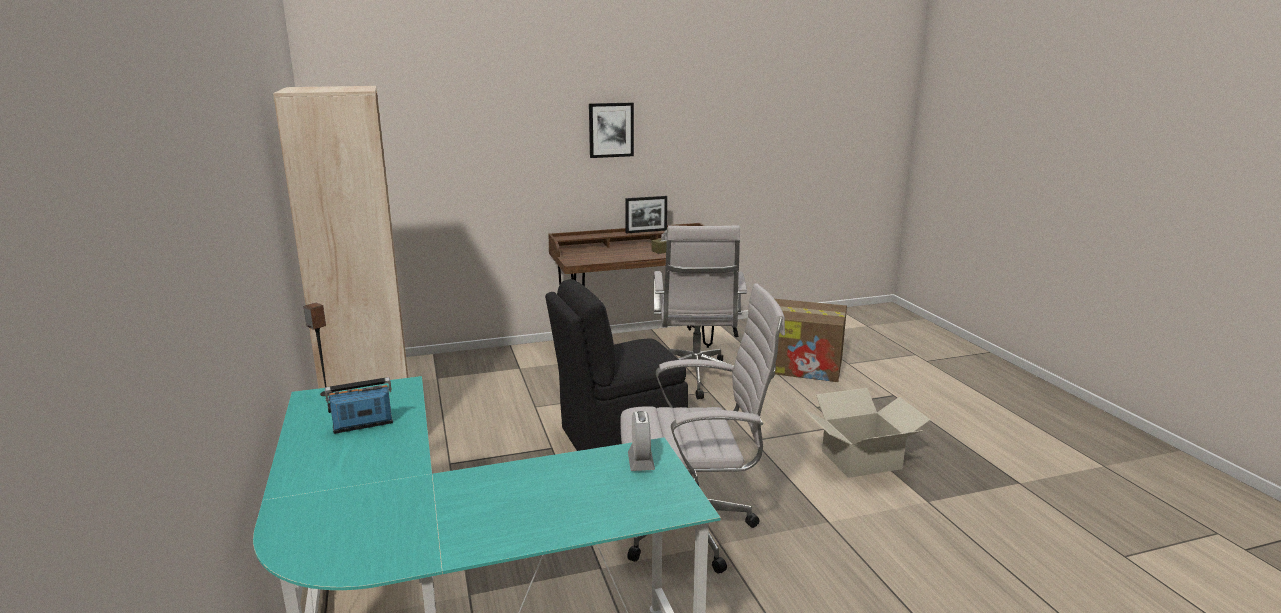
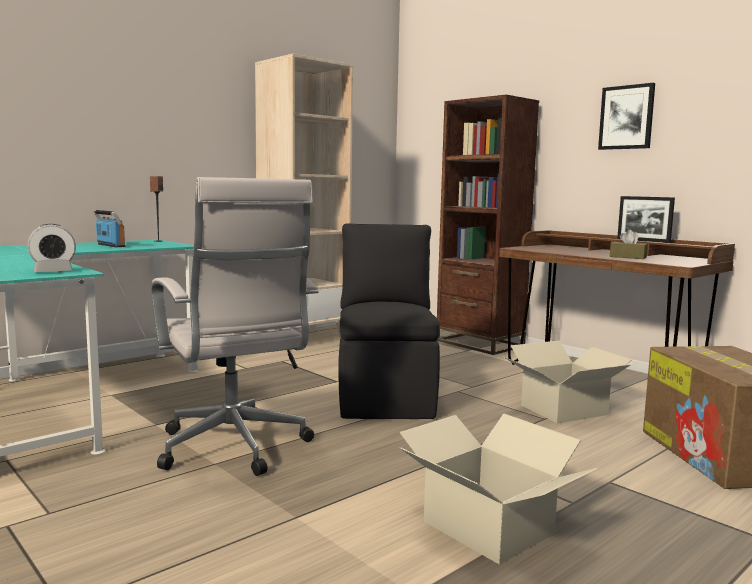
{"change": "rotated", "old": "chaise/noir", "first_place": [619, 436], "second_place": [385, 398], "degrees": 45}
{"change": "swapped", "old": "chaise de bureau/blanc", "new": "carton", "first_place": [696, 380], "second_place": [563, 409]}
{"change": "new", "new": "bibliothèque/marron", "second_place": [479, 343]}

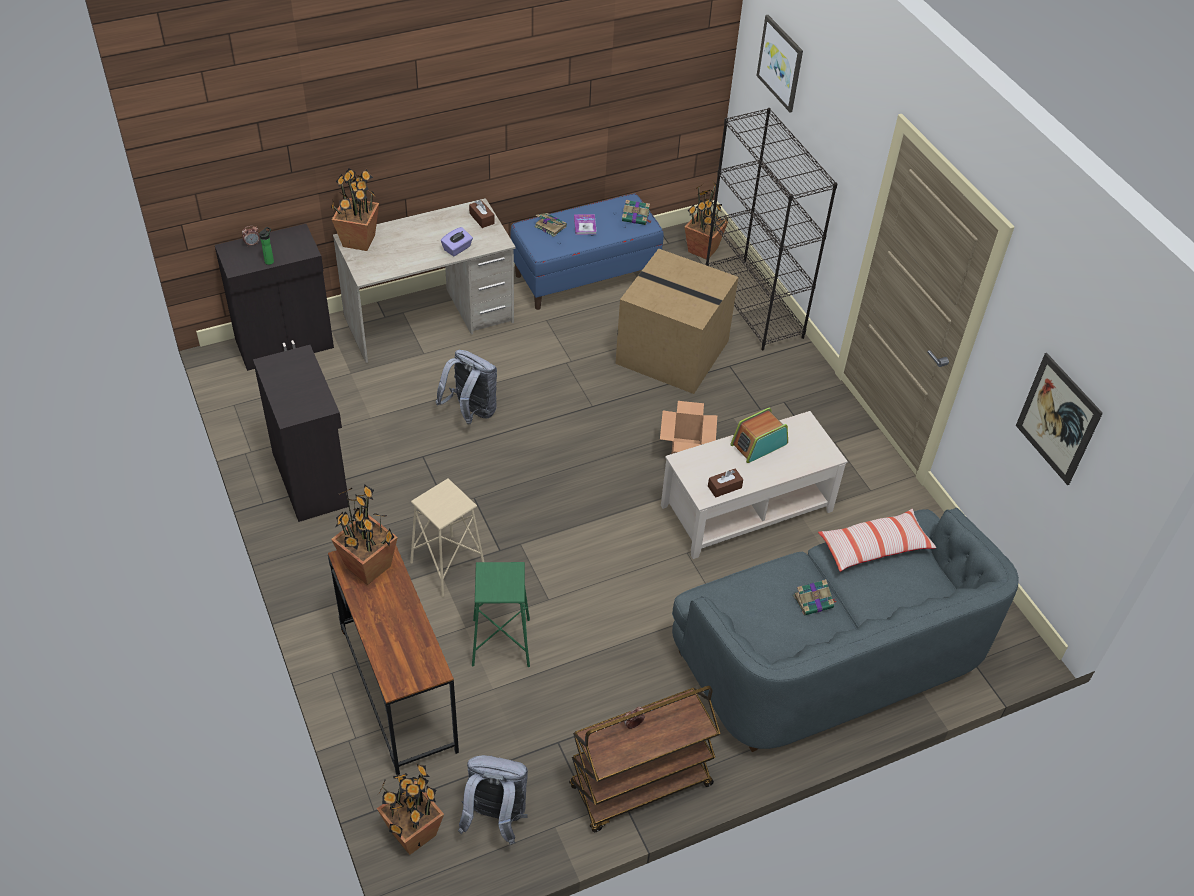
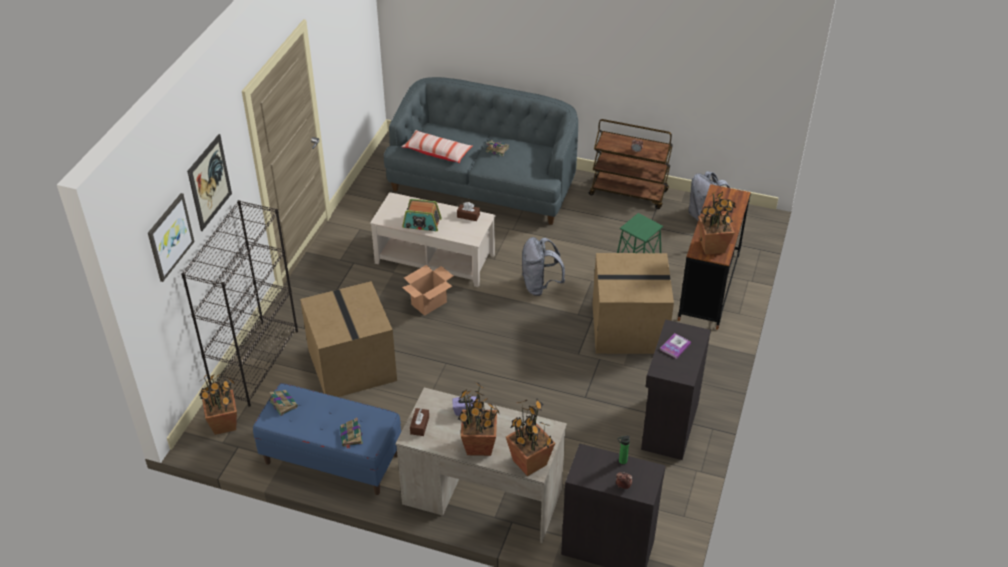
{"change": "shifted", "old": "plante en pot", "first_place": [412, 833], "second_place": [479, 446]}
{"change": "swapped", "old": "tabouret/beige", "new": "carton", "first_place": [447, 566], "second_place": [630, 327]}
{"change": "shifted", "old": "sac à dos/gris", "first_place": [471, 412], "second_place": [540, 286]}
{"change": "shifted", "old": "livre", "first_place": [585, 225], "second_place": [675, 346]}
{"change": "shifted", "old": "tableau", "first_place": [1058, 419], "second_place": [209, 182]}

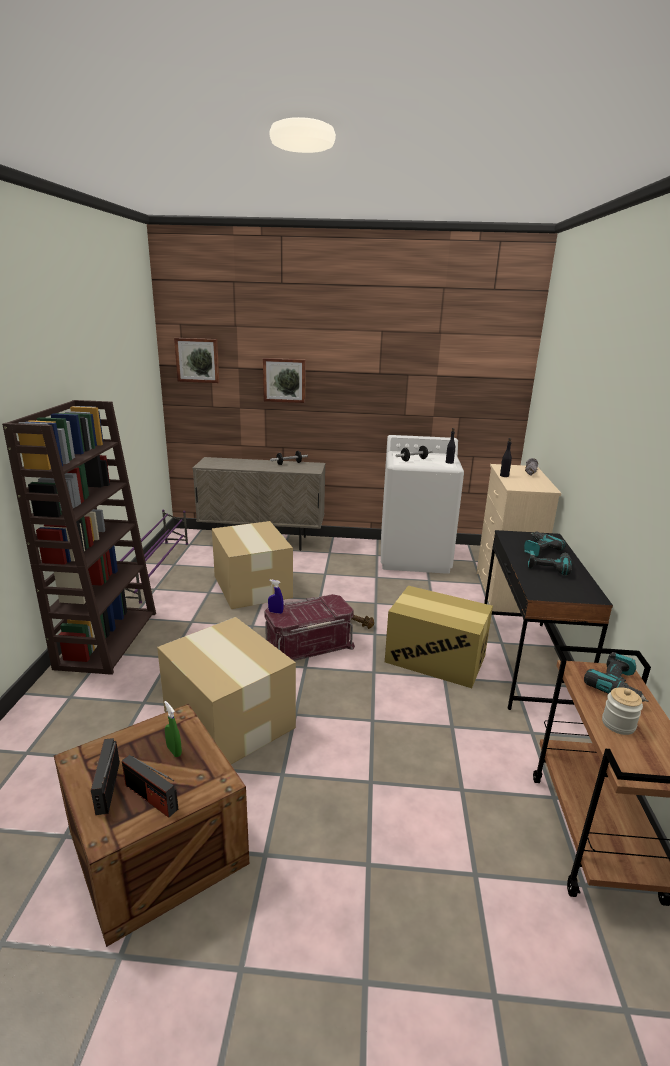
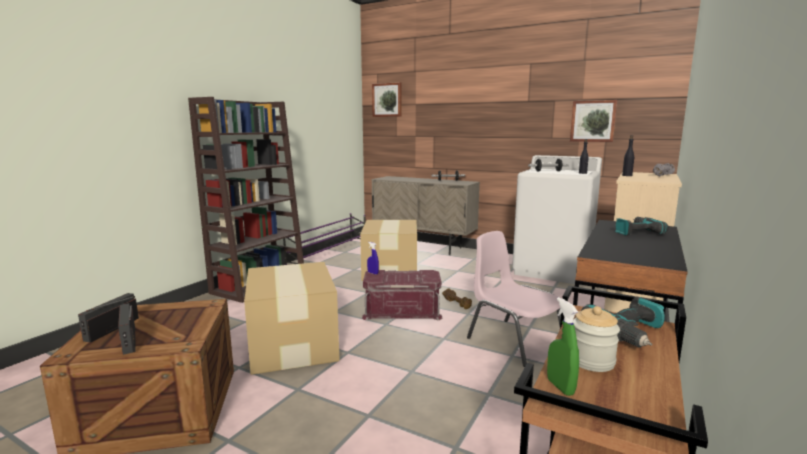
{"change": "shifted", "old": "vaporisateur/vert", "first_place": [174, 751], "second_place": [560, 387]}
{"change": "shifted", "old": "tableau", "first_place": [284, 380], "second_place": [593, 121]}
{"change": "swapped", "old": "carton", "new": "chaise/rose", "first_place": [435, 658], "second_place": [514, 340]}
{"change": "gone", "old": "perceuse", "first_place": [548, 566]}

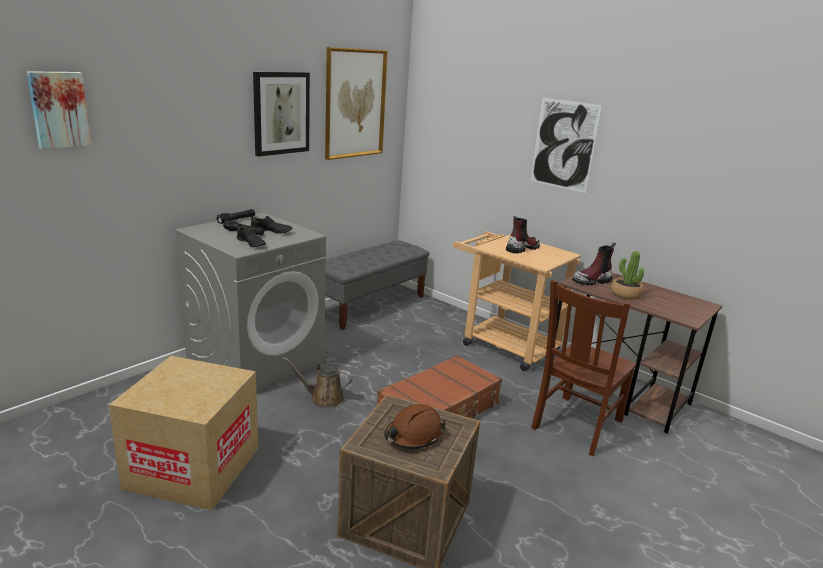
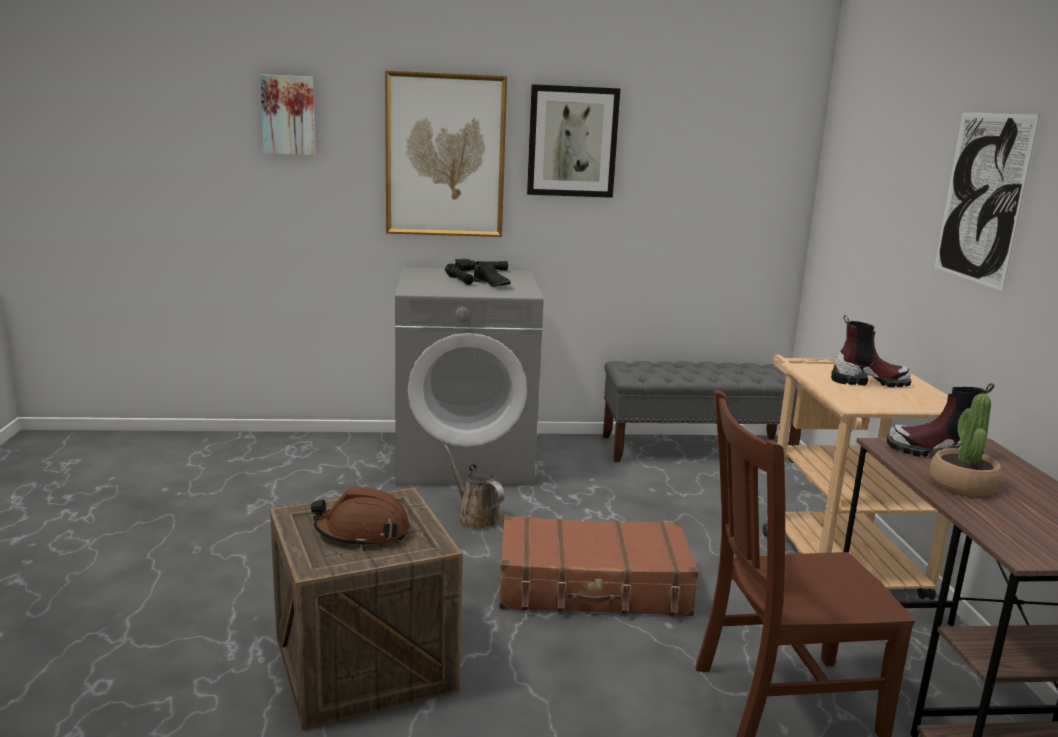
{"change": "gone", "old": "carton", "first_place": [193, 467]}
{"change": "gone", "old": "chaussure/noir", "first_place": [251, 243]}
{"change": "shifted", "old": "tableau", "first_place": [355, 103], "second_place": [445, 155]}

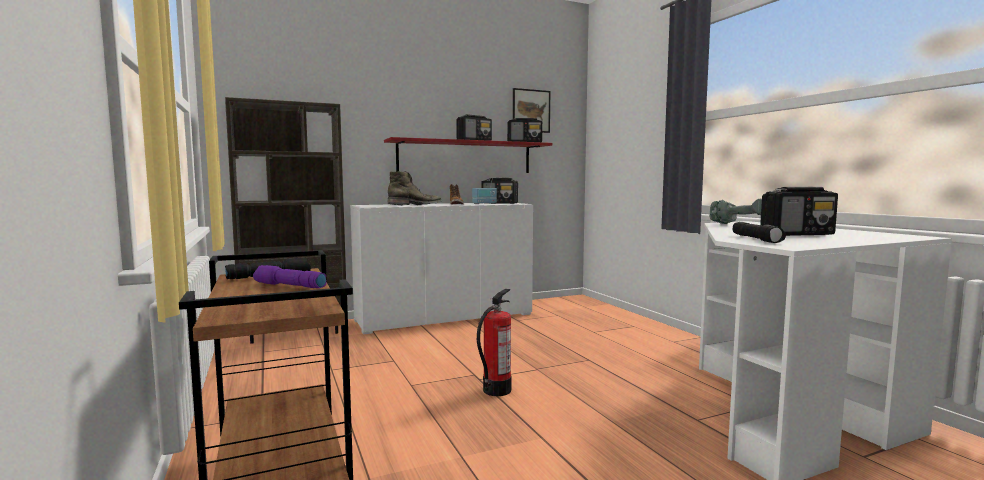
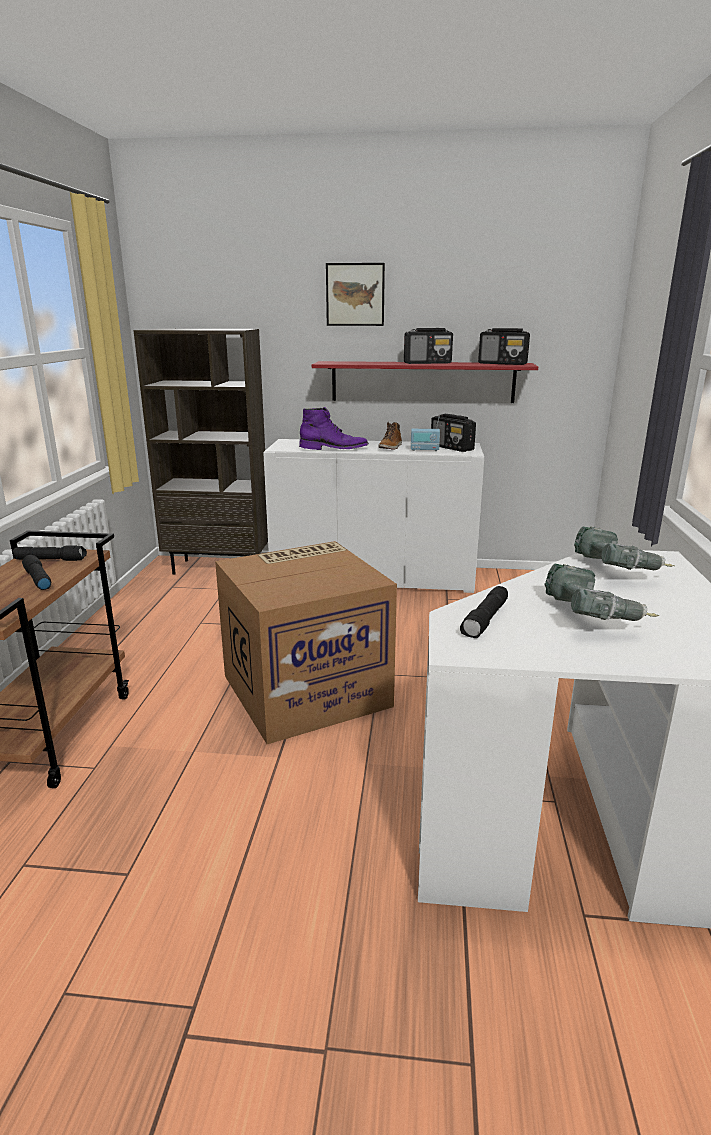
{"change": "repainted", "old": "lampe de poche/violet", "new": "lampe de poche/noir", "first_place": [289, 286], "second_place": [37, 579]}
{"change": "repainted", "old": "botte/vert", "new": "botte/violet", "first_place": [416, 205], "second_place": [334, 449]}
{"change": "swapped", "old": "extincteur", "new": "carton", "first_place": [496, 390], "second_place": [307, 689]}
{"change": "shifted", "old": "tableau", "first_place": [531, 111], "second_place": [355, 294]}
{"change": "swapped", "old": "radio", "new": "perceuse", "first_place": [797, 234], "second_place": [592, 617]}

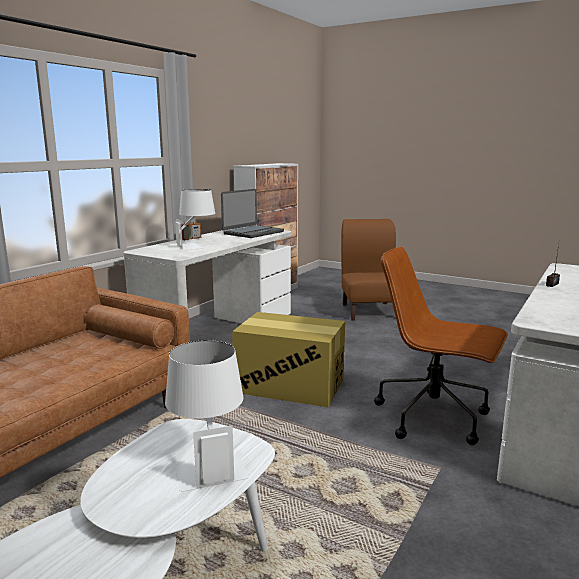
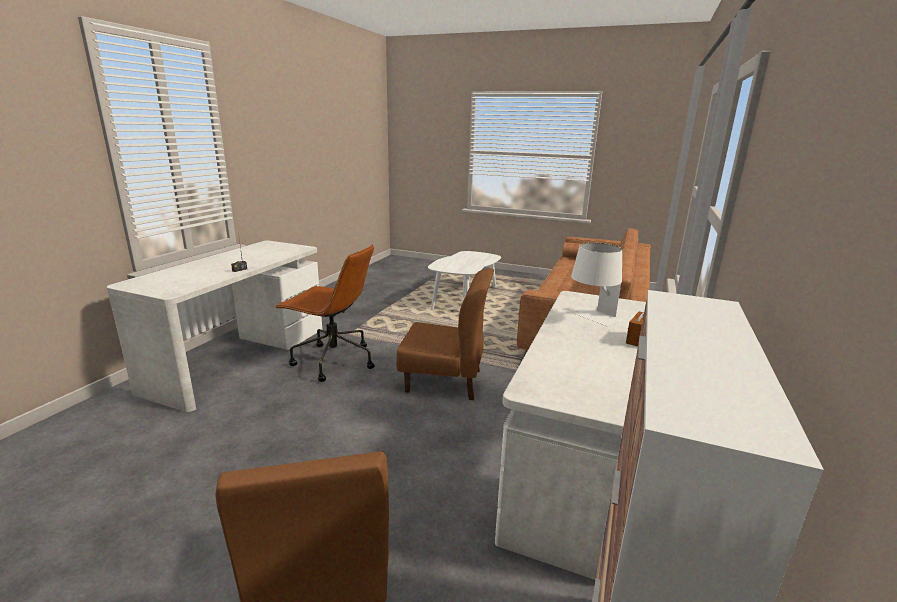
{"change": "gone", "old": "lampe de table/blanc", "first_place": [208, 464]}
{"change": "gone", "old": "ordinateur portable", "first_place": [253, 233]}
{"change": "swapped", "old": "carton", "new": "chaise/marron", "first_place": [289, 385], "second_place": [444, 381]}

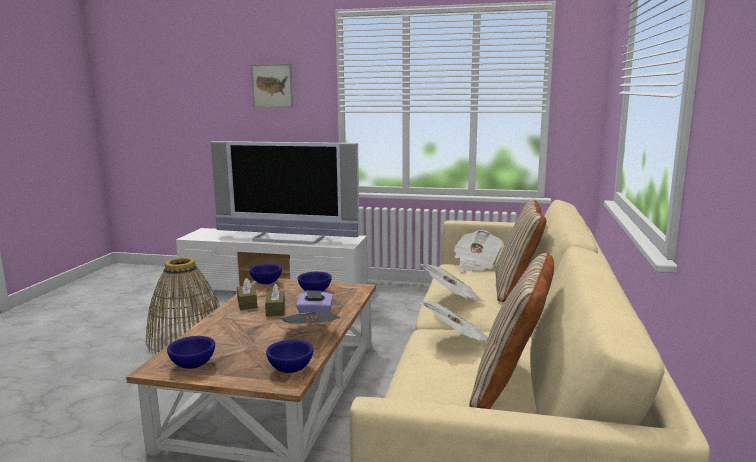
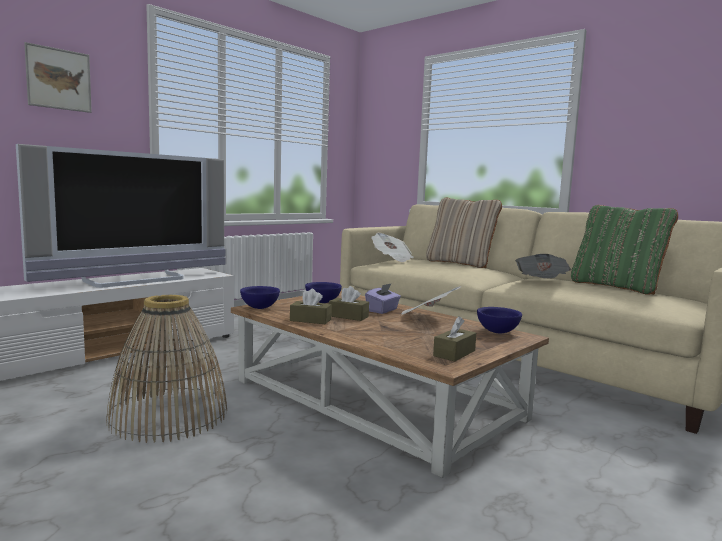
{"change": "swapped", "old": "bol/bleu", "new": "boîte à mouchoirs/marron", "first_place": [193, 365], "second_place": [454, 353]}
{"change": "gone", "old": "journal", "first_place": [452, 298]}
{"change": "repainted", "old": "coussin/beige", "new": "coussin/vert", "first_place": [511, 386], "second_place": [616, 287]}

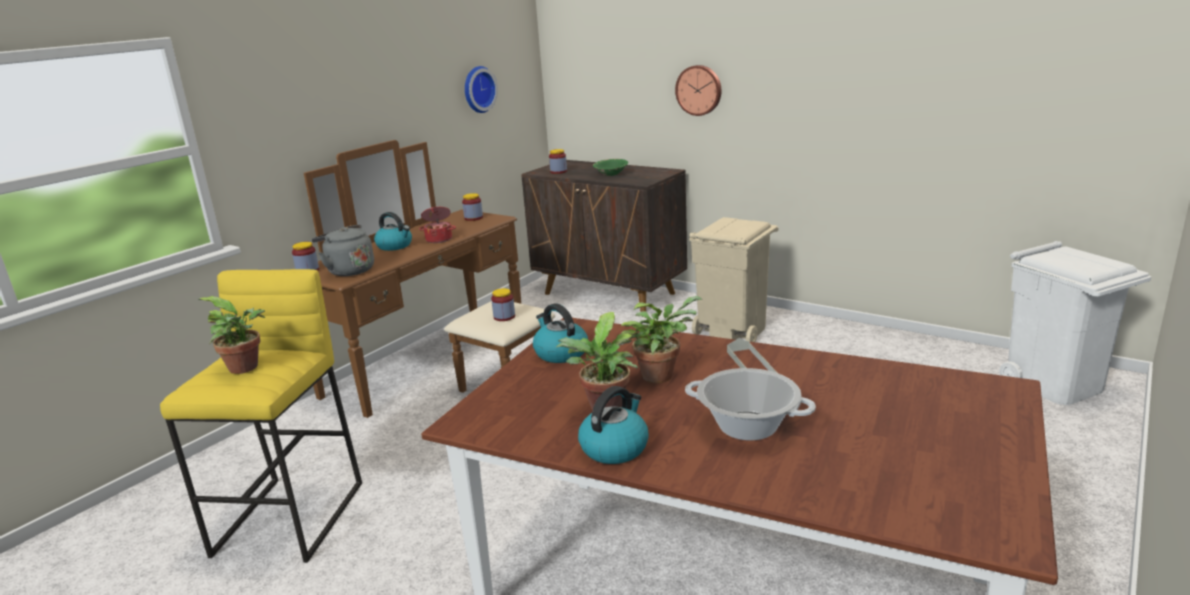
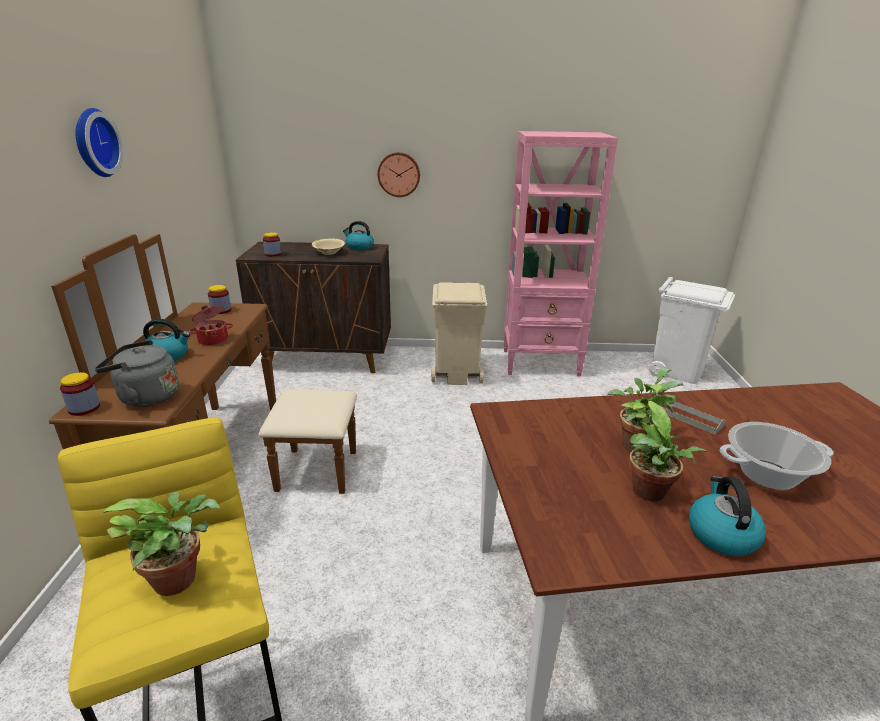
{"change": "shifted", "old": "horloge murale", "first_place": [477, 89], "second_place": [93, 143]}
{"change": "gone", "old": "bocal", "first_place": [504, 317]}
{"change": "shifted", "old": "bouilloire", "first_place": [560, 353], "second_place": [359, 247]}
{"change": "repainted", "old": "bol/vert", "new": "bol/beige", "first_place": [611, 174], "second_place": [329, 253]}
{"change": "new", "new": "bibliothèque/rose", "second_place": [541, 363]}

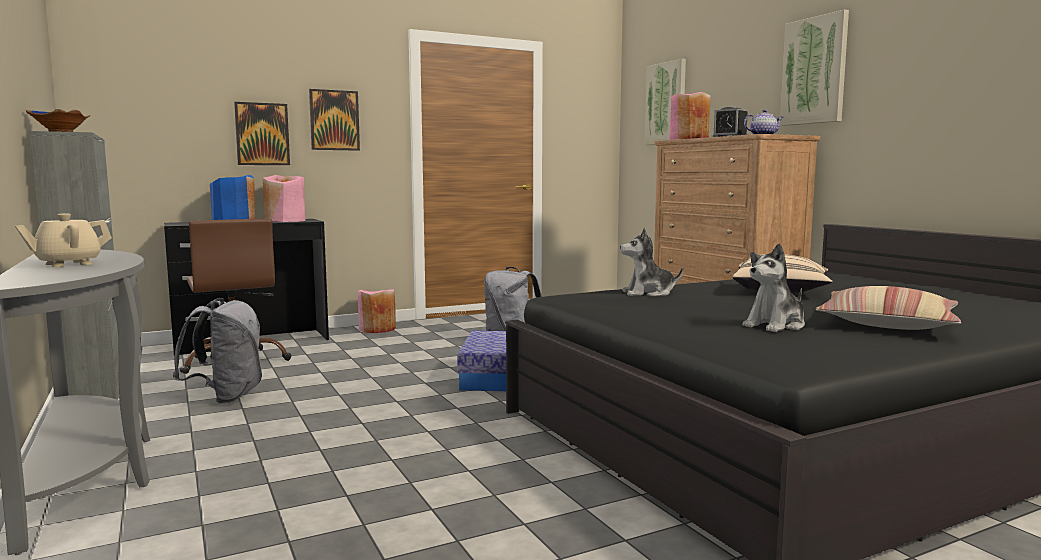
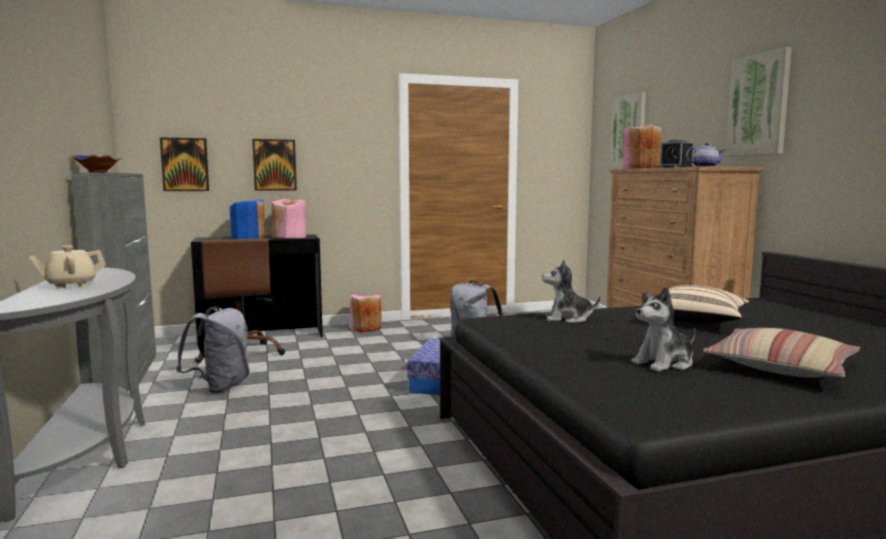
{"change": "shifted", "old": "tableau", "first_place": [334, 120], "second_place": [185, 164]}

